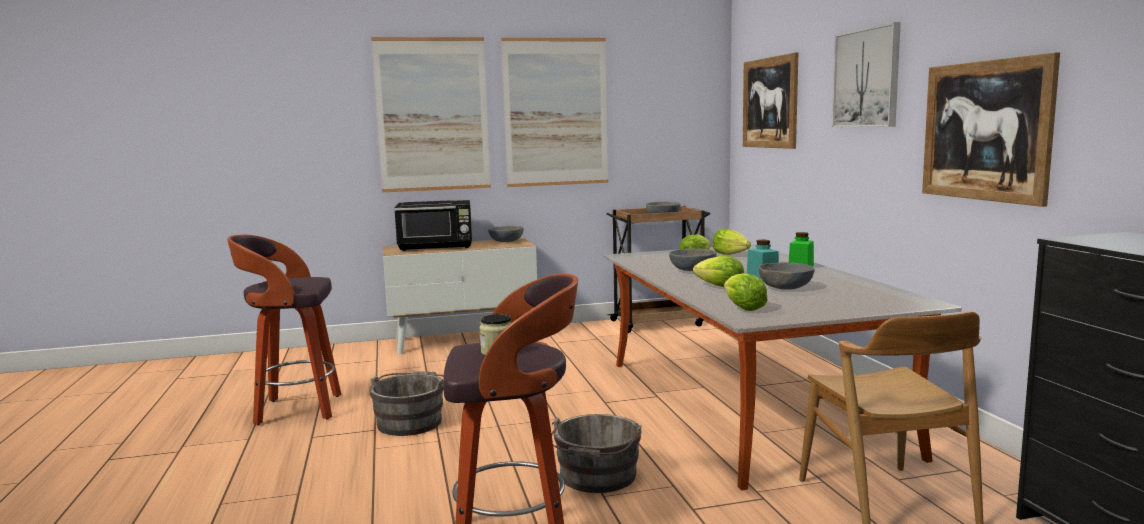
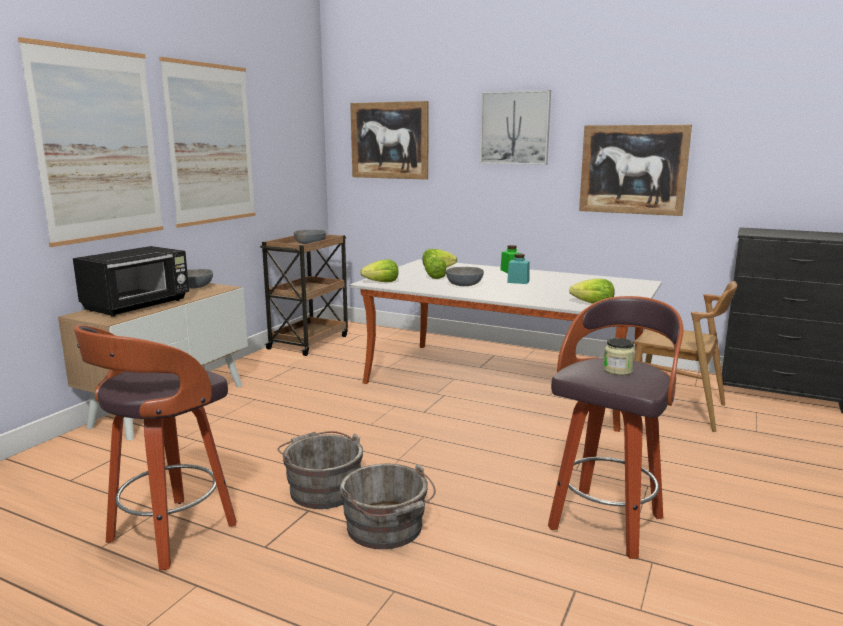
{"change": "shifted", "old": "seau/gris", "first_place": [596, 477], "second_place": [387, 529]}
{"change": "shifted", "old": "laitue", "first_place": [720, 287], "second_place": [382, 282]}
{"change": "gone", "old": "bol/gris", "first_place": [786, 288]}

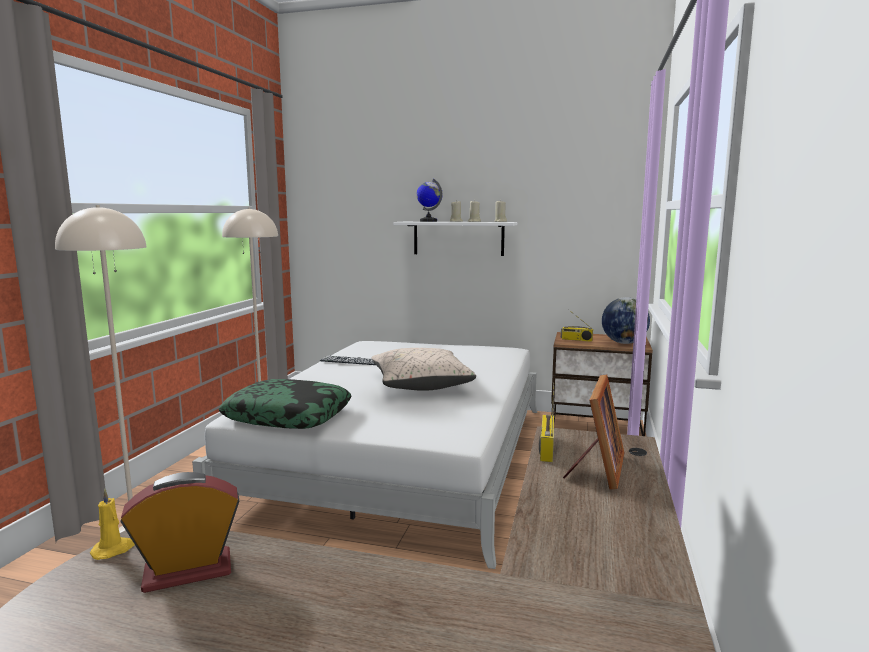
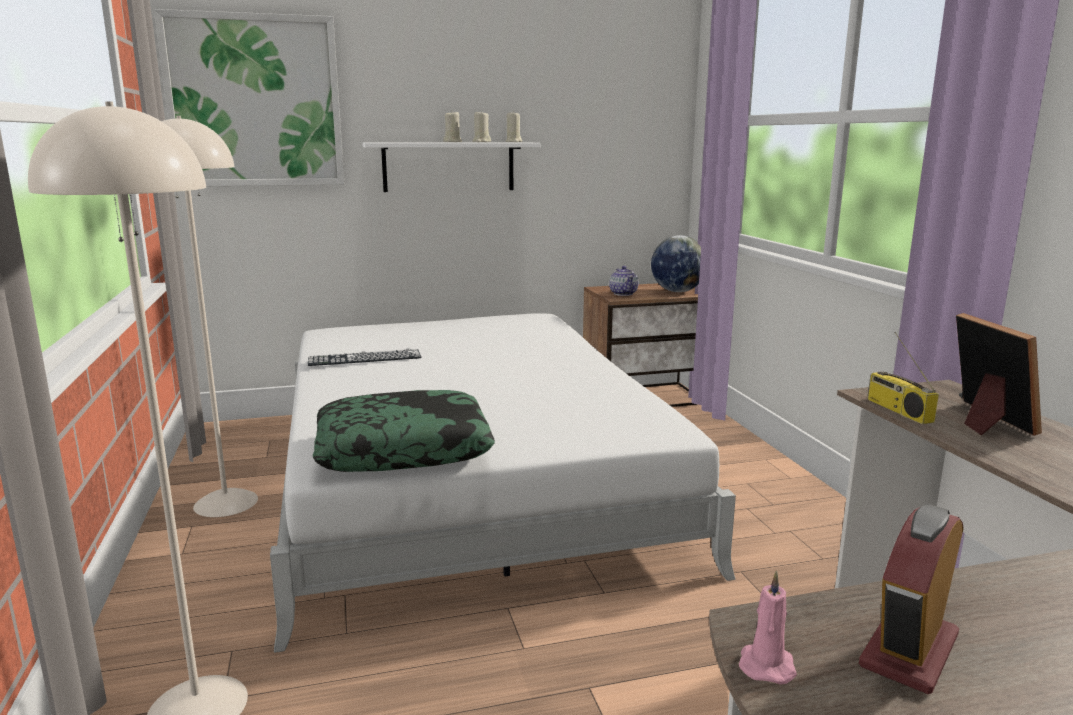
{"change": "repainted", "old": "bougie/jaune", "new": "bougie/rose", "first_place": [114, 549], "second_place": [766, 664]}
{"change": "gone", "old": "coussin/beige", "first_place": [421, 384]}
{"change": "gone", "old": "globe", "first_place": [428, 221]}
{"change": "swapped", "old": "radio", "new": "théière", "first_place": [576, 339], "second_place": [623, 293]}
{"change": "new", "new": "tableau", "second_place": [255, 102]}

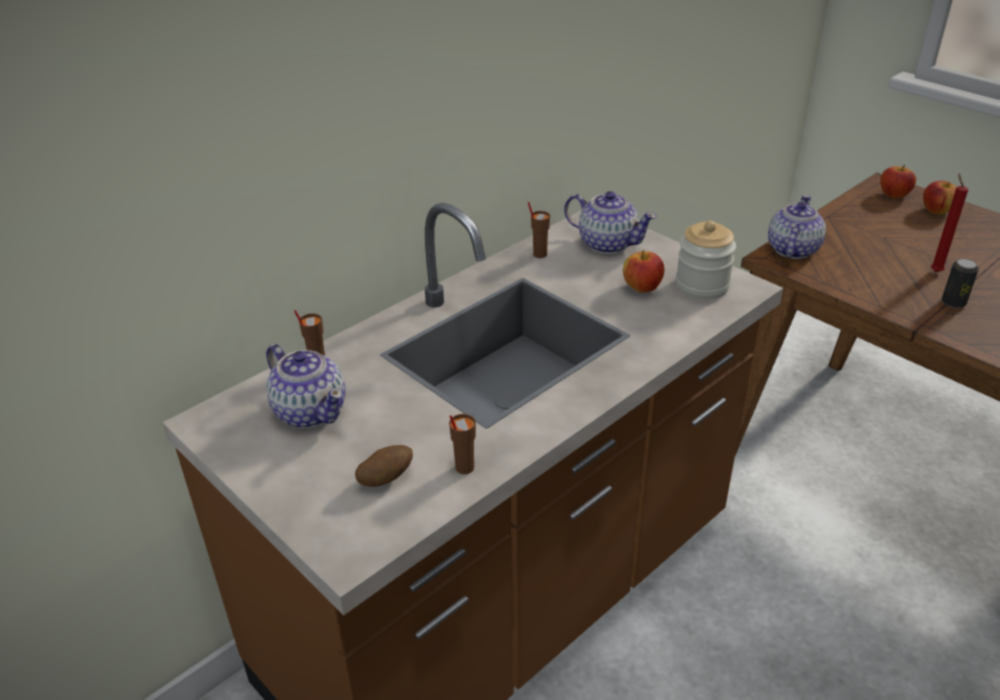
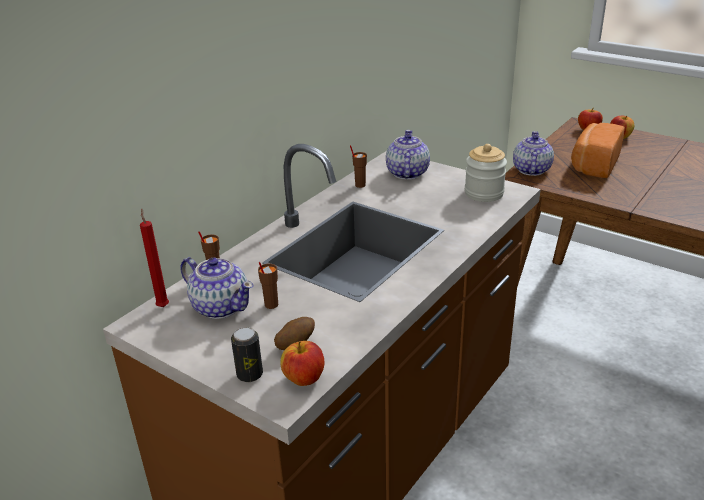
{"change": "shifted", "old": "tasse/marron", "first_place": [464, 468], "second_place": [271, 305]}
{"change": "rotated", "old": "théière", "first_place": [607, 243], "second_place": [407, 173], "degrees": -105}
{"change": "shifted", "old": "pomme", "first_place": [642, 288], "second_place": [304, 379]}
{"change": "shifted", "old": "bougie/rouge", "first_place": [935, 271], "second_place": [163, 305]}
{"change": "shifted", "old": "boîte métallique", "first_place": [953, 302], "second_place": [250, 374]}
{"change": "new", "new": "pain", "second_place": [593, 164]}

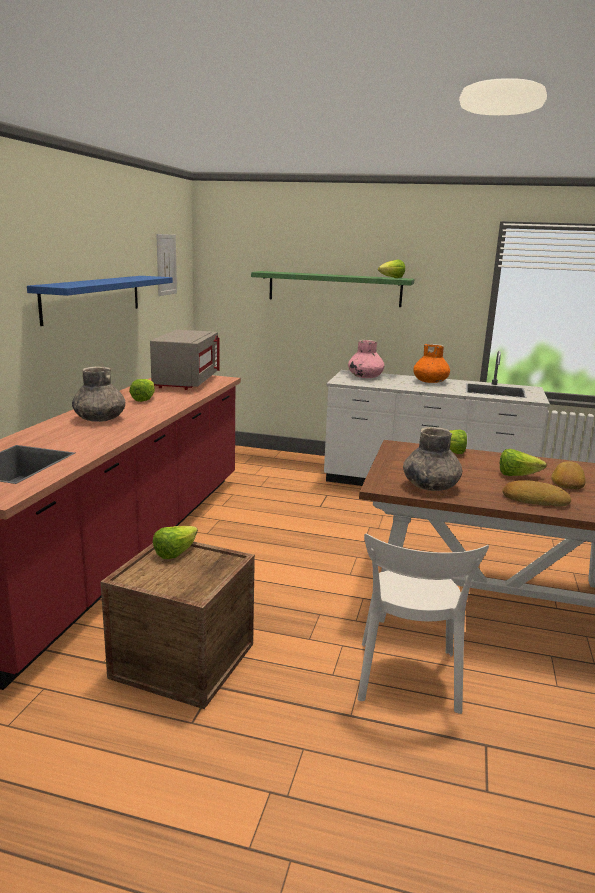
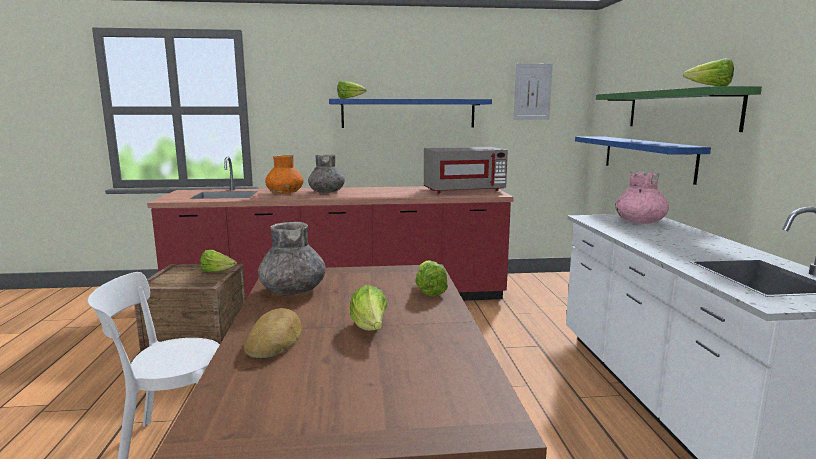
{"change": "shifted", "old": "laitue", "first_place": [144, 399], "second_place": [349, 99]}
{"change": "shifted", "old": "vase/orange", "first_place": [430, 382], "second_place": [285, 193]}
{"change": "gone", "old": "pain", "first_place": [567, 481]}
{"change": "new", "new": "étagère/bleu", "second_place": [646, 157]}

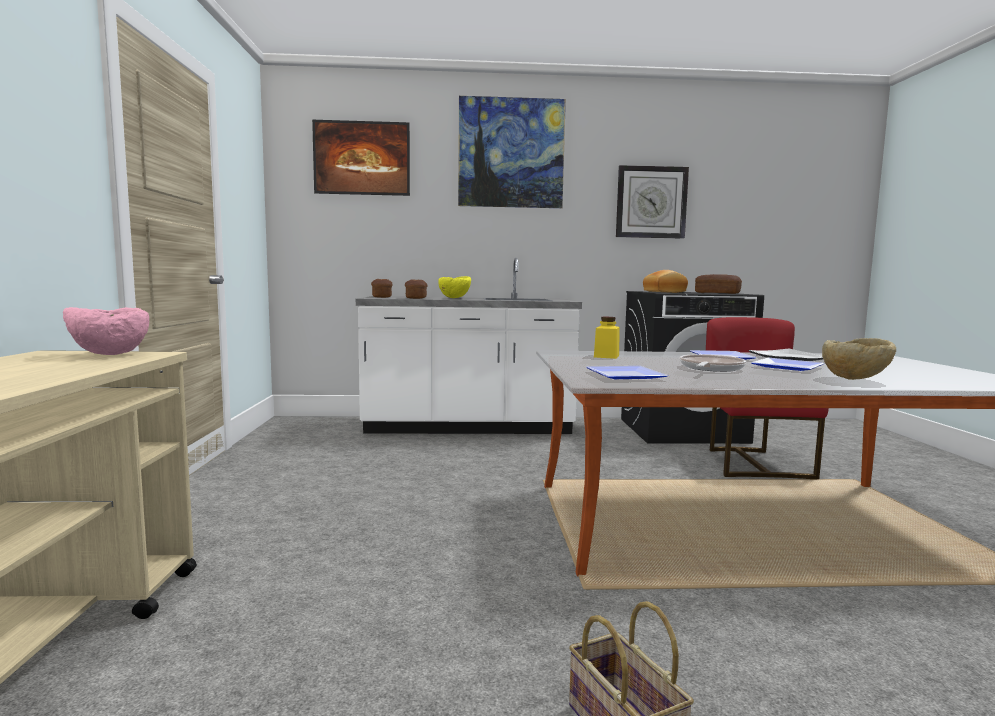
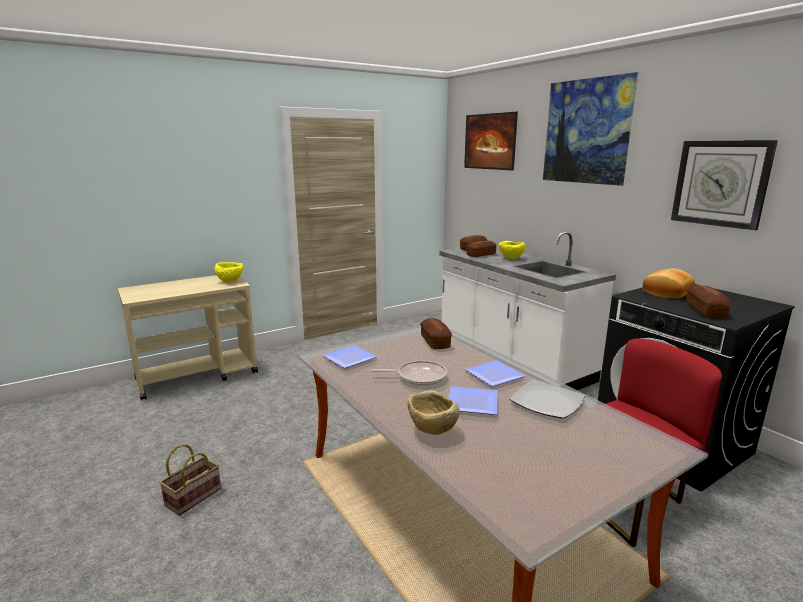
{"change": "repainted", "old": "bol/rose", "new": "bol/jaune", "first_place": [109, 354], "second_place": [230, 281]}
{"change": "swapped", "old": "bocal/jaune", "new": "pain", "first_place": [606, 356], "second_place": [435, 341]}

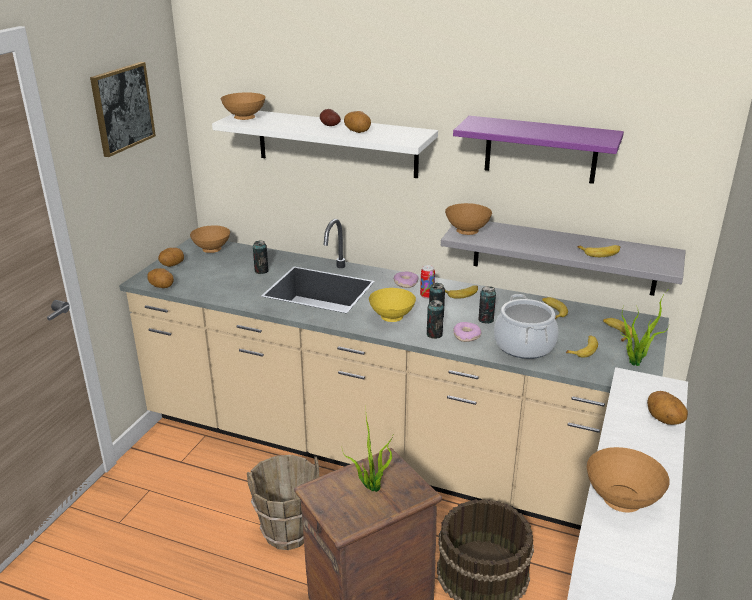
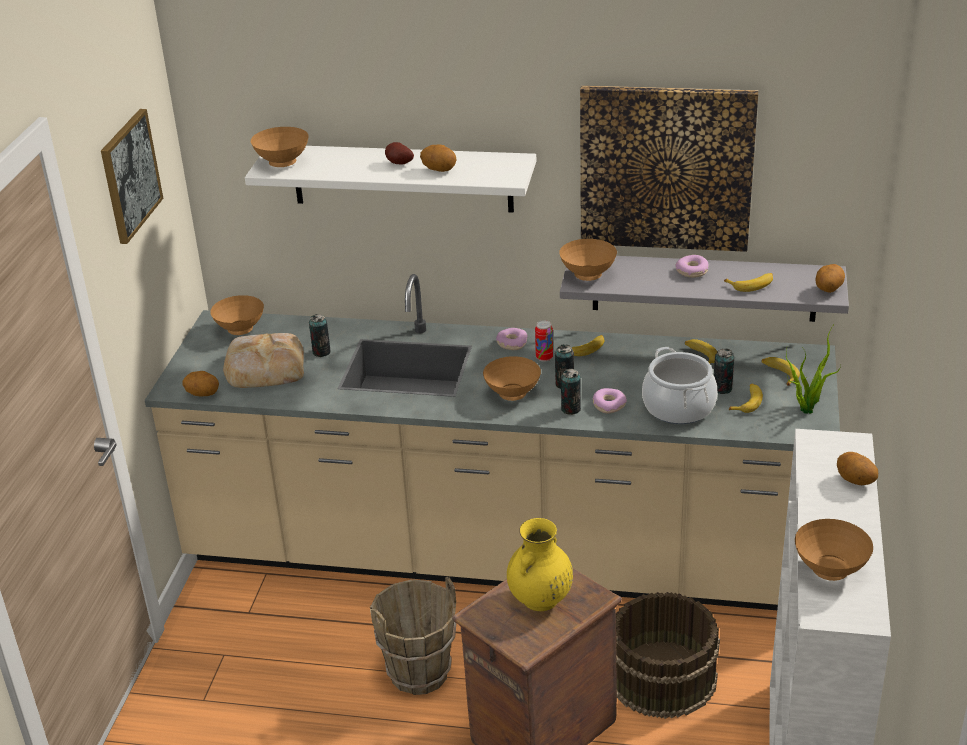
{"change": "shifted", "old": "pomme de terre", "first_place": [172, 265], "second_place": [828, 289]}
{"change": "swapped", "old": "plante en pot", "new": "vase/jaune", "first_place": [371, 486], "second_place": [540, 600]}
{"change": "repainted", "old": "bol/jaune", "new": "bol/marron", "first_place": [392, 318], "second_place": [513, 395]}
{"change": "swapped", "old": "étagère/violet", "new": "tableau", "first_place": [540, 150], "second_place": [666, 168]}
{"change": "shifted", "old": "boîte métallique", "first_place": [486, 320], "second_place": [722, 389]}
{"change": "new", "new": "pain", "second_place": [264, 367]}
{"change": "new", "new": "beignet", "second_place": [692, 271]}

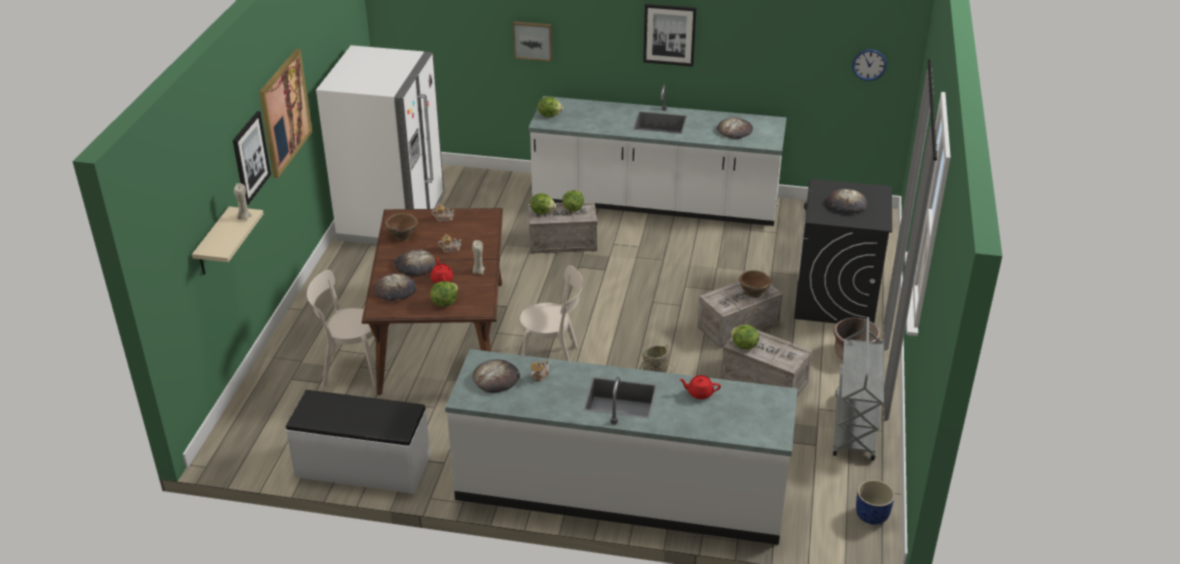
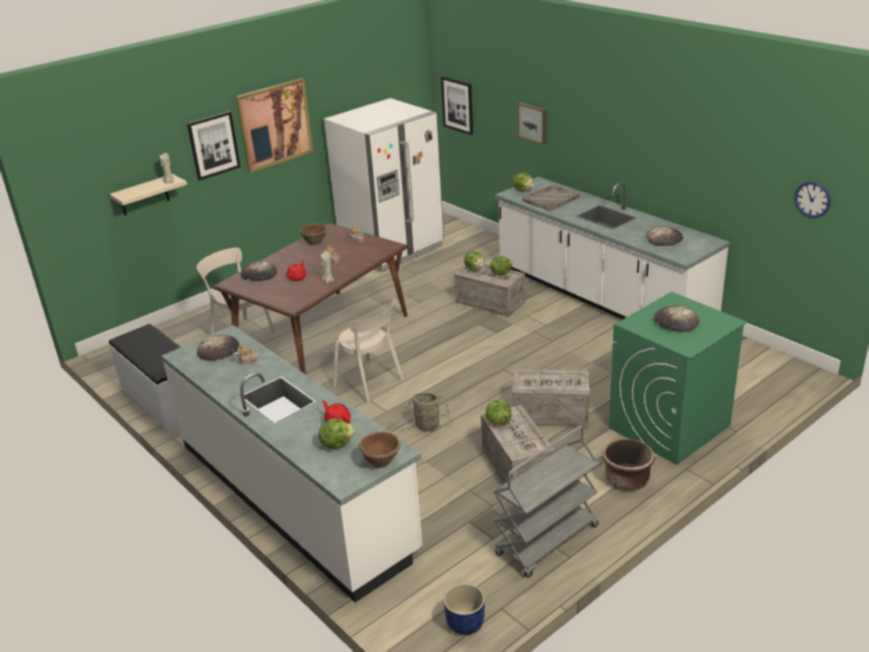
{"change": "gone", "old": "pain", "first_place": [415, 265]}
{"change": "shifted", "old": "laitue", "first_place": [444, 302], "second_place": [337, 444]}
{"change": "shifted", "old": "tableau", "first_place": [669, 34], "second_place": [458, 105]}
{"change": "shifted", "old": "bol/marron", "first_place": [753, 293], "second_place": [381, 461]}
{"change": "repainted", "old": "lave-linge/noir", "new": "lave-linge/vert", "first_place": [835, 299], "second_place": [669, 427]}
{"change": "new", "new": "plateau/gris", "second_place": [551, 199]}

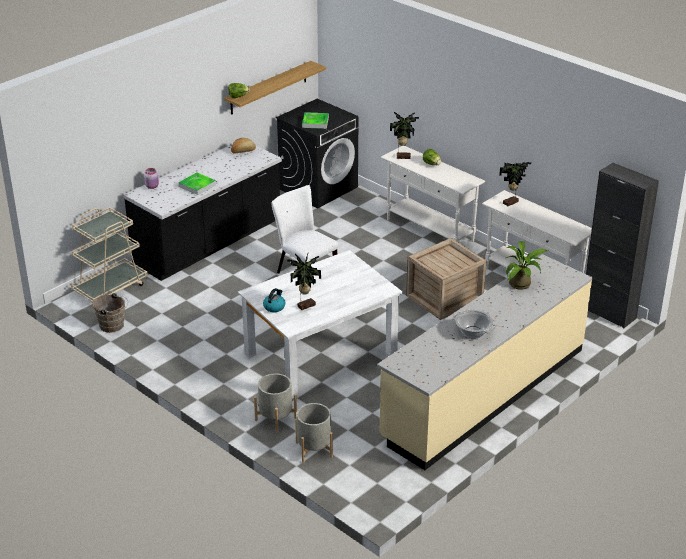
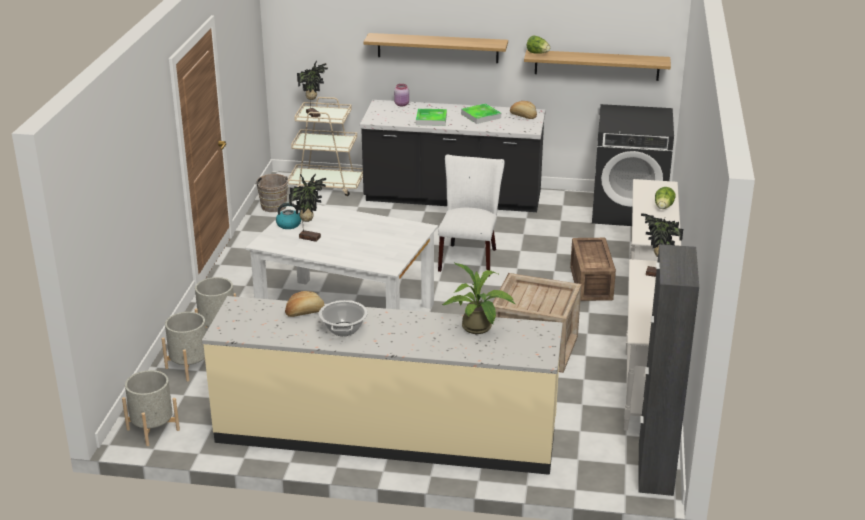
{"change": "shifted", "old": "plateau", "first_place": [315, 122], "second_place": [481, 116]}
{"change": "shifted", "old": "plante en pot", "first_place": [403, 156], "second_place": [314, 114]}
{"change": "new", "new": "cache-pot/gris", "second_place": [153, 429]}
{"change": "new", "new": "pain", "second_place": [305, 312]}
{"change": "new", "new": "étagère", "second_place": [437, 48]}
{"change": "new", "new": "caisse", "second_place": [592, 282]}

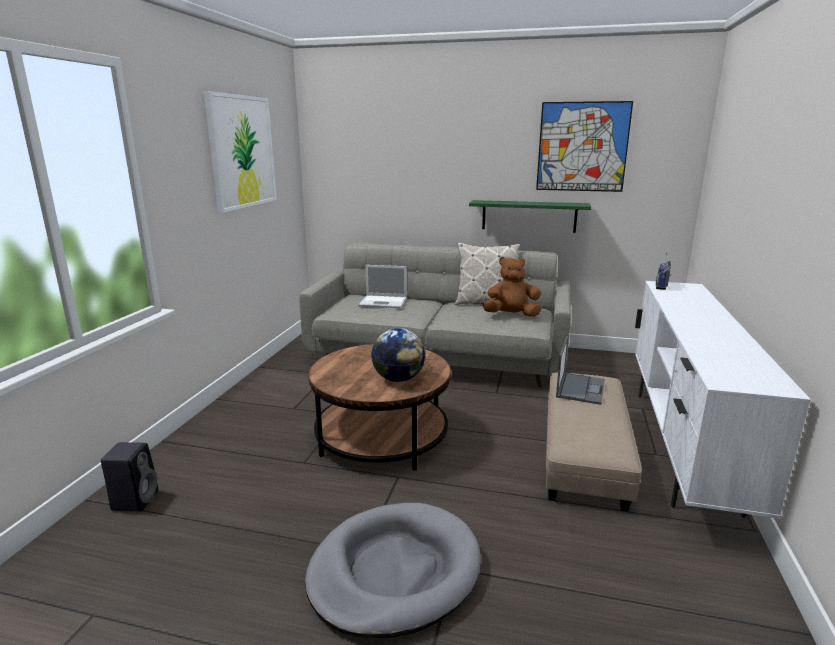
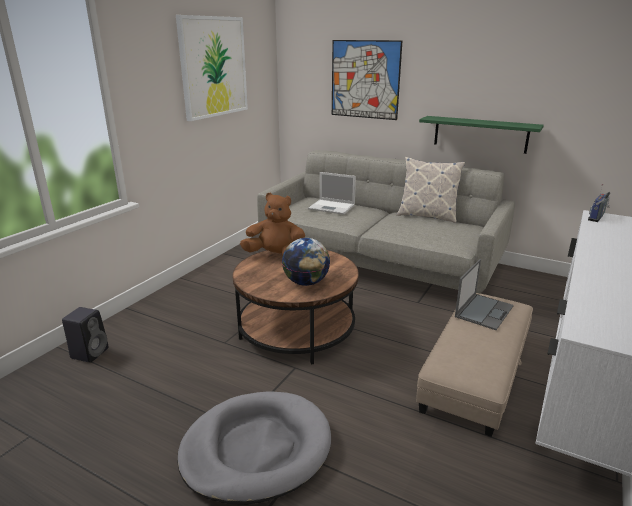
{"change": "shifted", "old": "peluche/marron", "first_place": [511, 315], "second_place": [275, 256]}
{"change": "shifted", "old": "tableau", "first_place": [582, 147], "second_place": [365, 79]}

